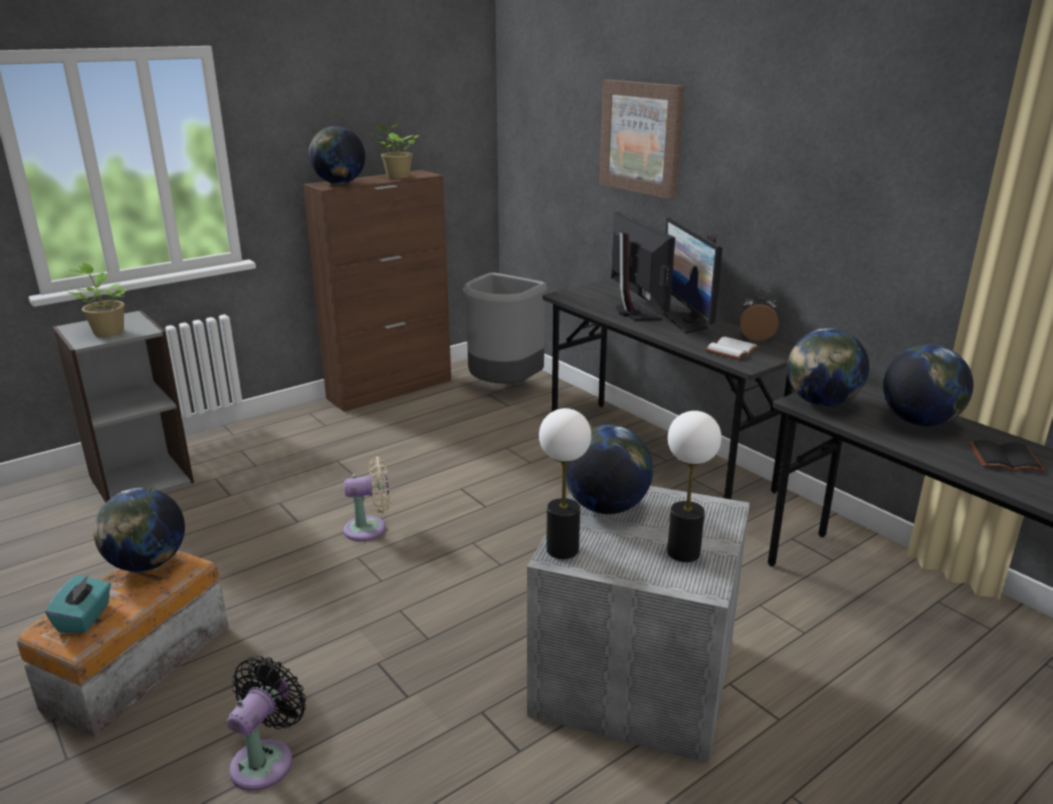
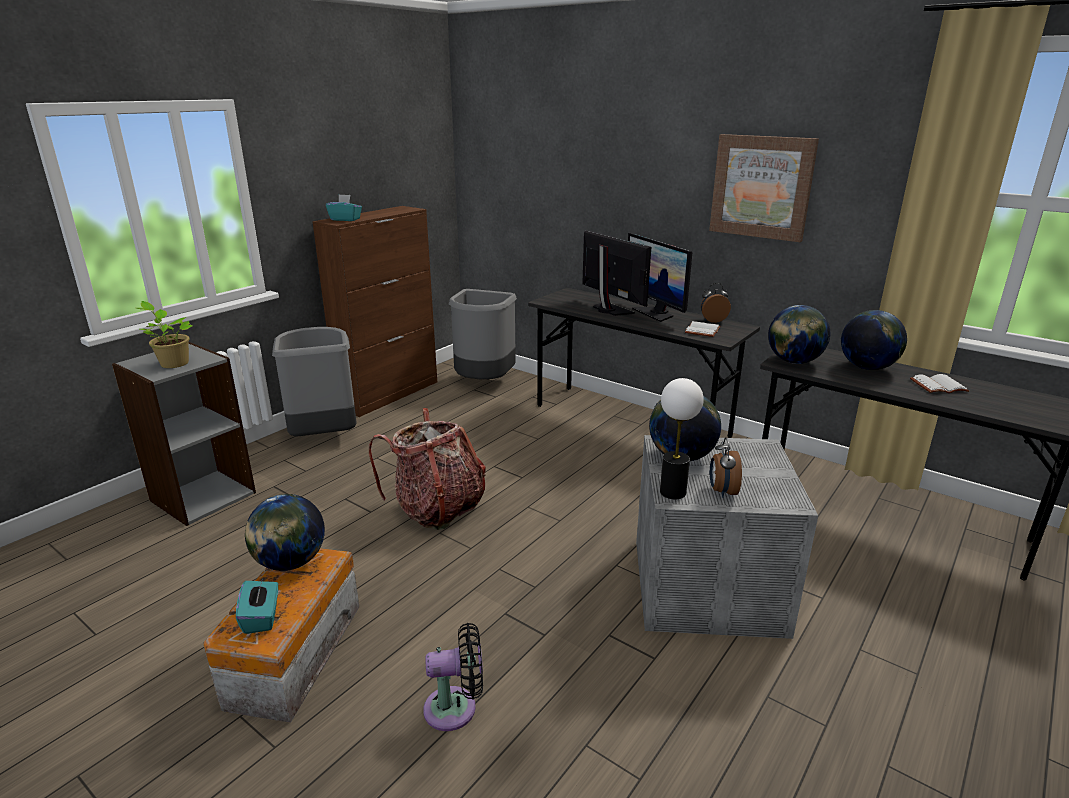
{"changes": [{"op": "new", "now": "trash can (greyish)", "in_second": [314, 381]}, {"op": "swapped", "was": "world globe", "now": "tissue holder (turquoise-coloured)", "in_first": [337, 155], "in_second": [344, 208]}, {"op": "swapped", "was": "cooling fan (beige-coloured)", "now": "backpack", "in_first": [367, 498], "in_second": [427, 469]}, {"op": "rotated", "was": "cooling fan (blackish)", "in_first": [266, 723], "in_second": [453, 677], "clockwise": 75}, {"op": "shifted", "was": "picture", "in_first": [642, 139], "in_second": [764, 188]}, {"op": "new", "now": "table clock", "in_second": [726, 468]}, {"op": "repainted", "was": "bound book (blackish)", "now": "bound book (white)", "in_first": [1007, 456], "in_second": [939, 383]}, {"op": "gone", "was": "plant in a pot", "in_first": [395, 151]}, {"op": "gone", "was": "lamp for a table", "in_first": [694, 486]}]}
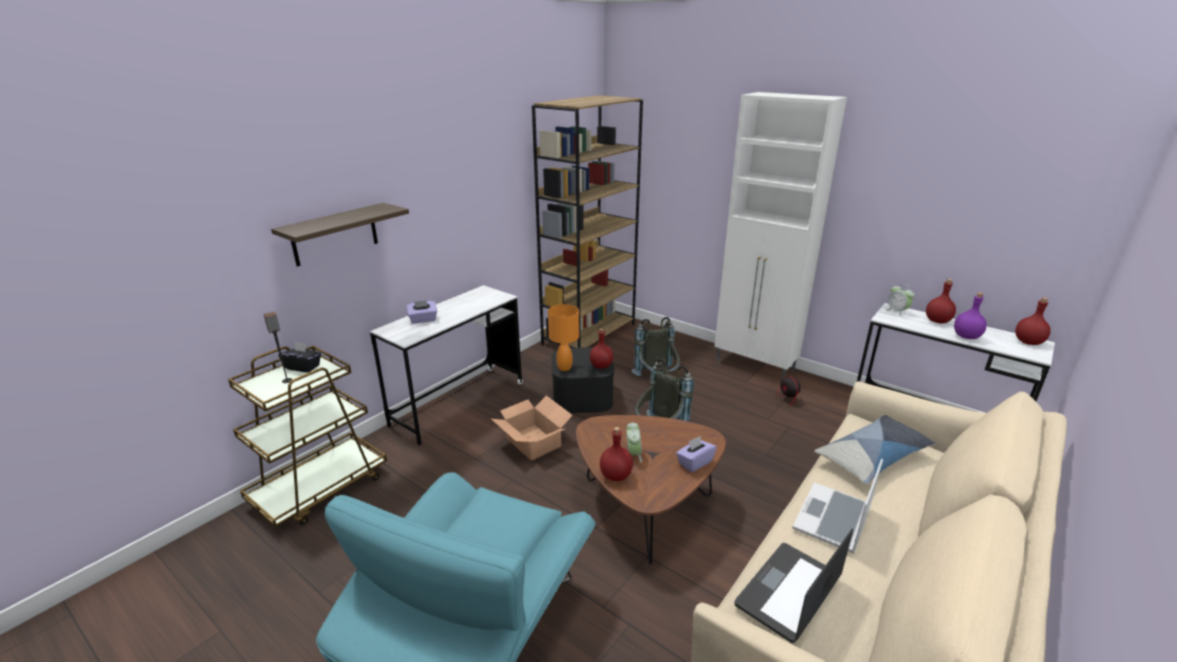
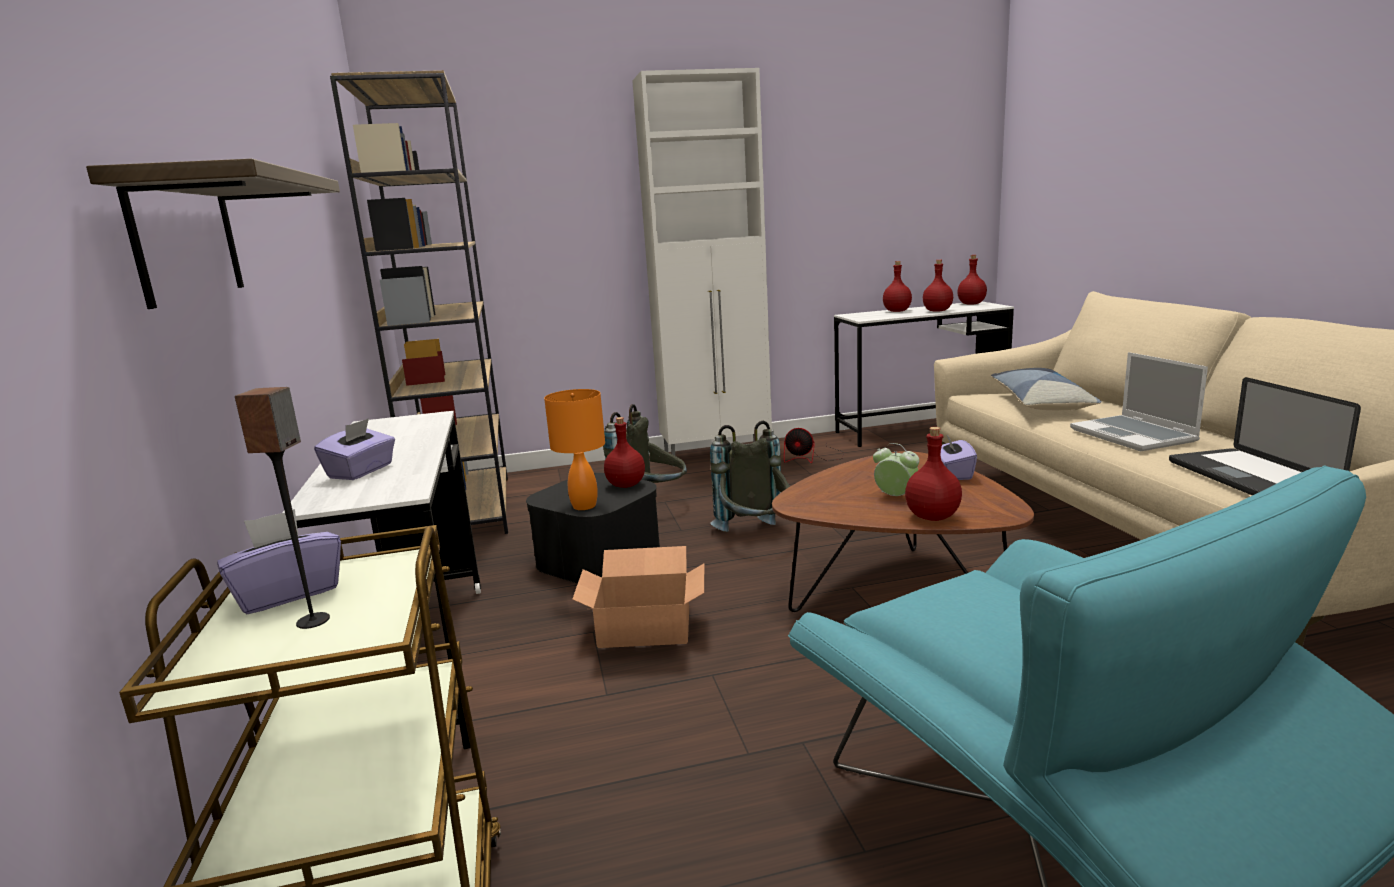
{"changes": [{"op": "repainted", "was": "tissue holder (blackish)", "now": "tissue holder (purplish)", "in_first": [300, 356], "in_second": [279, 562]}, {"op": "repainted", "was": "bottle (purplish)", "now": "bottle (reddish)", "in_first": [970, 316], "in_second": [938, 286]}, {"op": "gone", "was": "table clock", "in_first": [900, 300]}]}
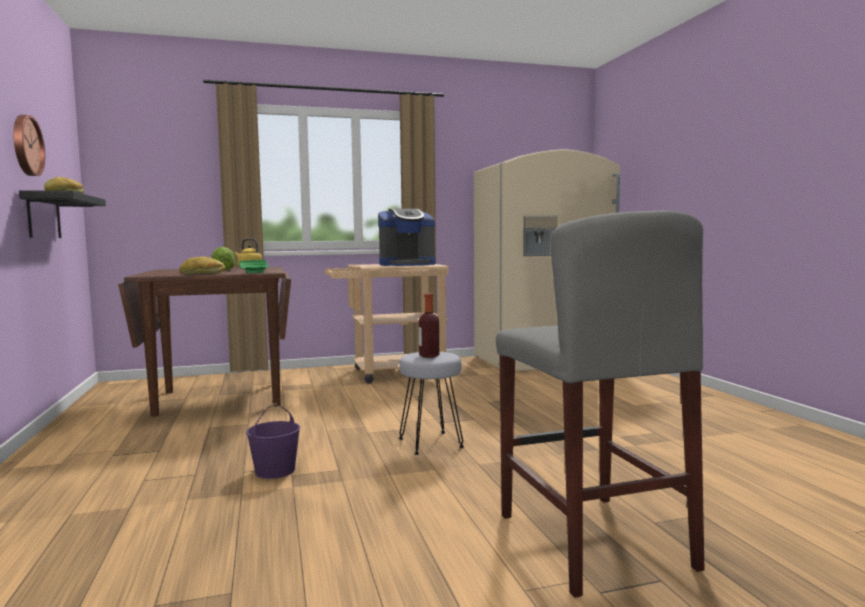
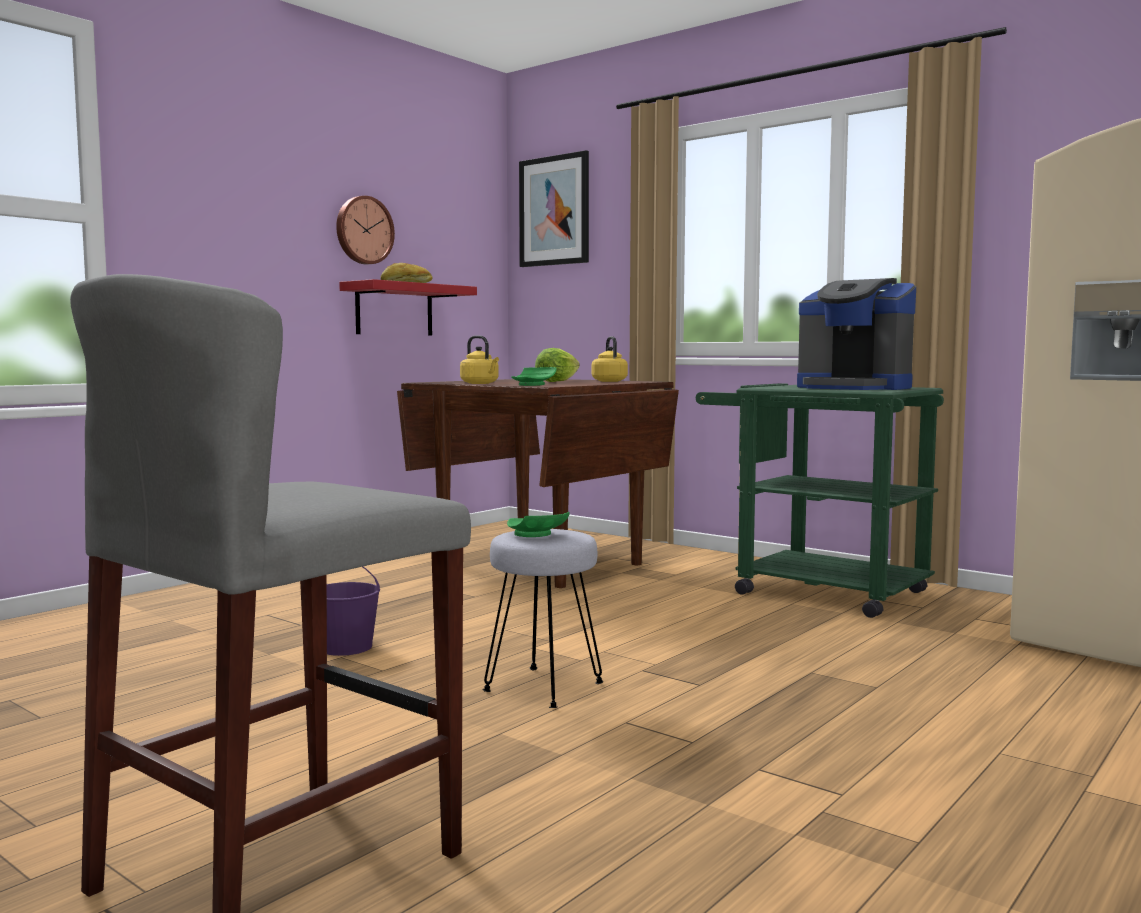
{"changes": [{"op": "repainted", "was": "shelf (blackish)", "now": "shelf (reddish)", "in_first": [62, 214], "in_second": [408, 307]}, {"op": "swapped", "was": "bread", "now": "water kettle (yellow)", "in_first": [202, 265], "in_second": [479, 359]}, {"op": "swapped", "was": "bottle", "now": "dinner plate (green)", "in_first": [429, 325], "in_second": [538, 524]}, {"op": "new", "now": "picture", "in_second": [554, 208]}, {"op": "repainted", "was": "cart (beige-coloured)", "now": "cart (green)", "in_first": [386, 324], "in_second": [820, 500]}]}
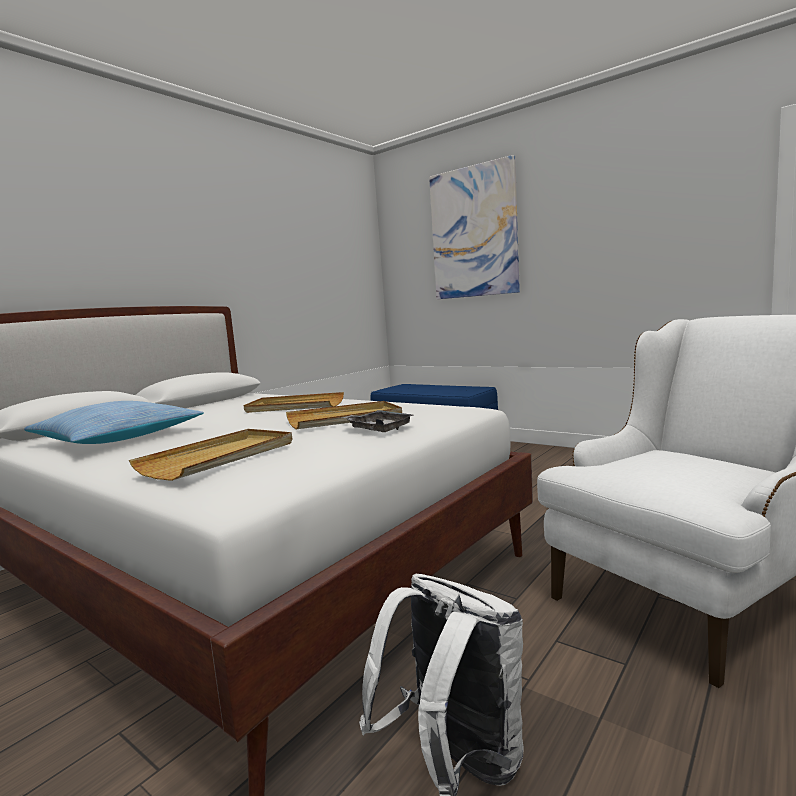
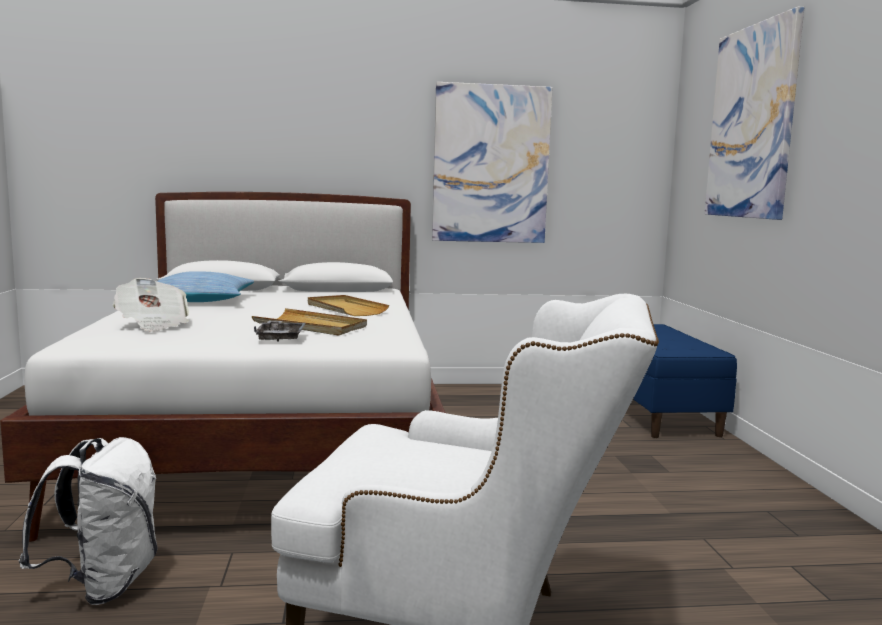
{"changes": [{"op": "swapped", "was": "carrying tray (beige-coloured)", "now": "newspaper", "in_first": [210, 455], "in_second": [151, 305]}, {"op": "new", "now": "picture", "in_second": [492, 162]}]}
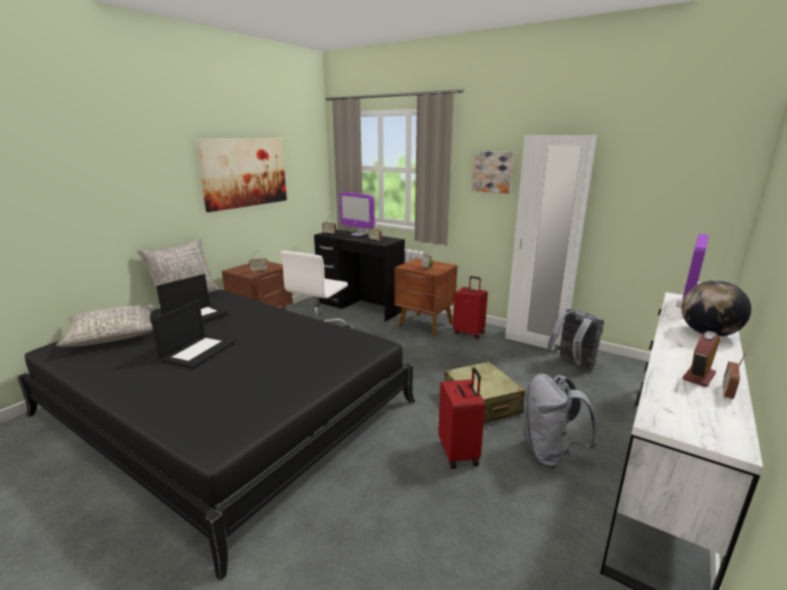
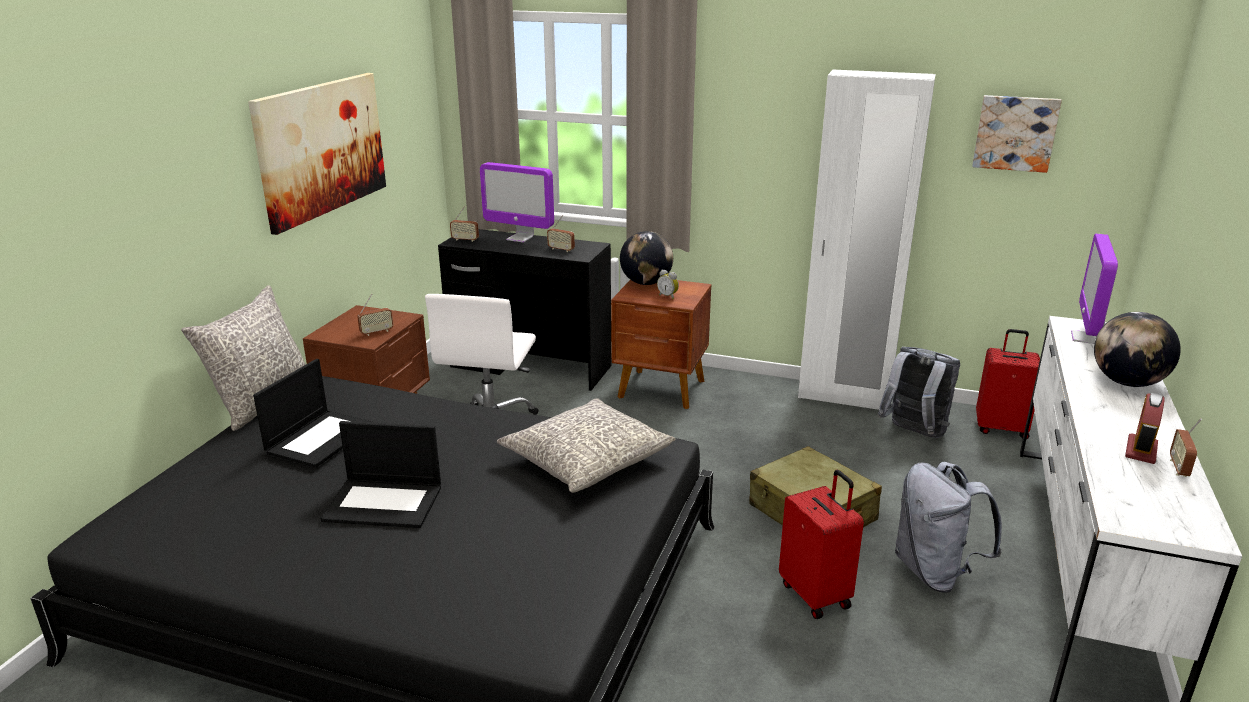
{"changes": [{"op": "rotated", "was": "notebook computer", "in_first": [193, 334], "in_second": [380, 474], "clockwise": 90}, {"op": "shifted", "was": "pillow (greyish)", "in_first": [105, 326], "in_second": [586, 445]}, {"op": "new", "now": "world globe", "in_second": [646, 258]}, {"op": "shifted", "was": "picture", "in_first": [492, 172], "in_second": [1017, 134]}, {"op": "shifted", "was": "piece of luggage (reddish)", "in_first": [470, 307], "in_second": [1008, 384]}]}
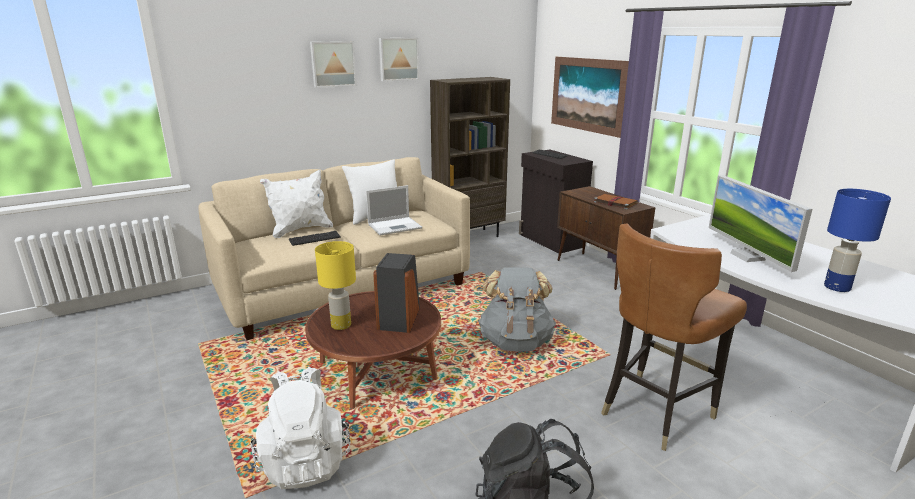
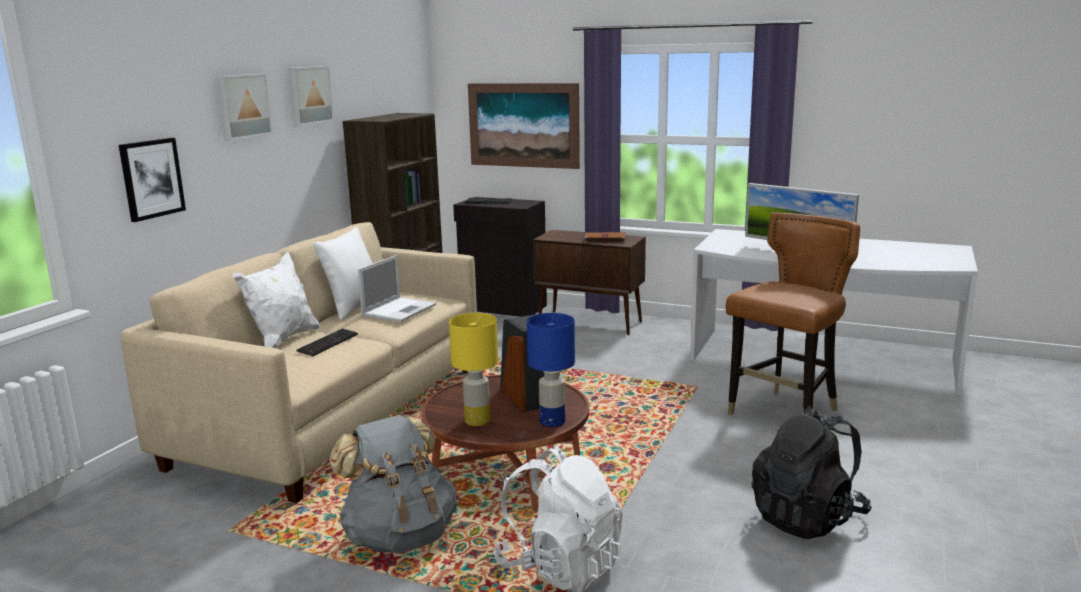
{"changes": [{"op": "new", "now": "picture", "in_second": [152, 180]}, {"op": "shifted", "was": "backpack (greyish)", "in_first": [517, 309], "in_second": [393, 484]}, {"op": "shifted", "was": "lamp for a table (blue)", "in_first": [857, 240], "in_second": [551, 370]}, {"op": "rotated", "was": "upright chair (brown-coloured)", "in_first": [674, 337], "in_second": [793, 314], "clockwise": -150}]}
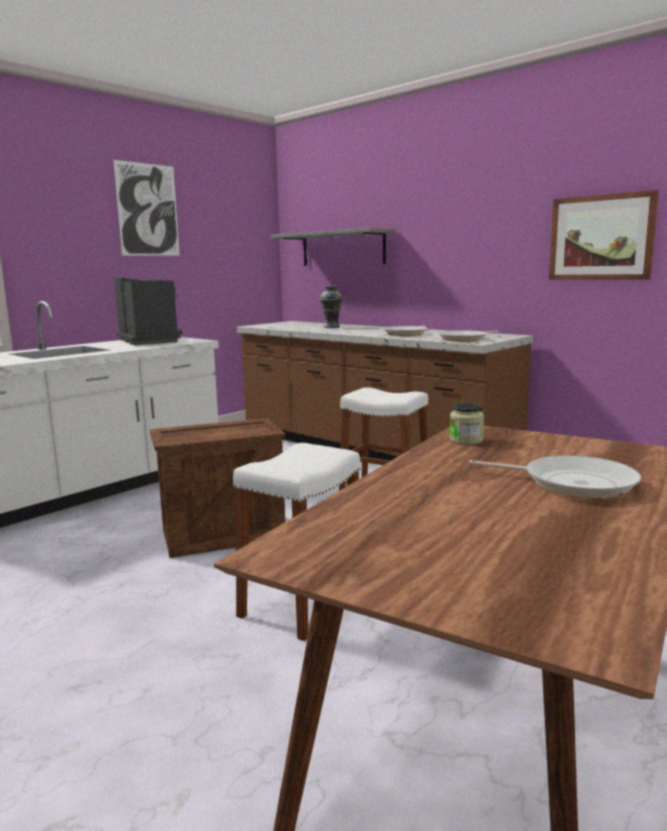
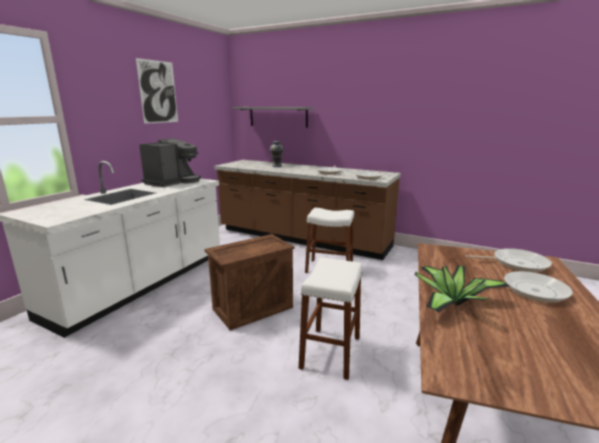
{"changes": [{"op": "rotated", "was": "coffee brewer", "in_first": [148, 311], "in_second": [170, 162], "clockwise": 75}, {"op": "new", "now": "plant in a pot", "in_second": [462, 289]}, {"op": "new", "now": "pan", "in_second": [508, 260]}, {"op": "gone", "was": "preserve jar", "in_first": [467, 423]}, {"op": "gone", "was": "picture", "in_first": [604, 235]}]}
